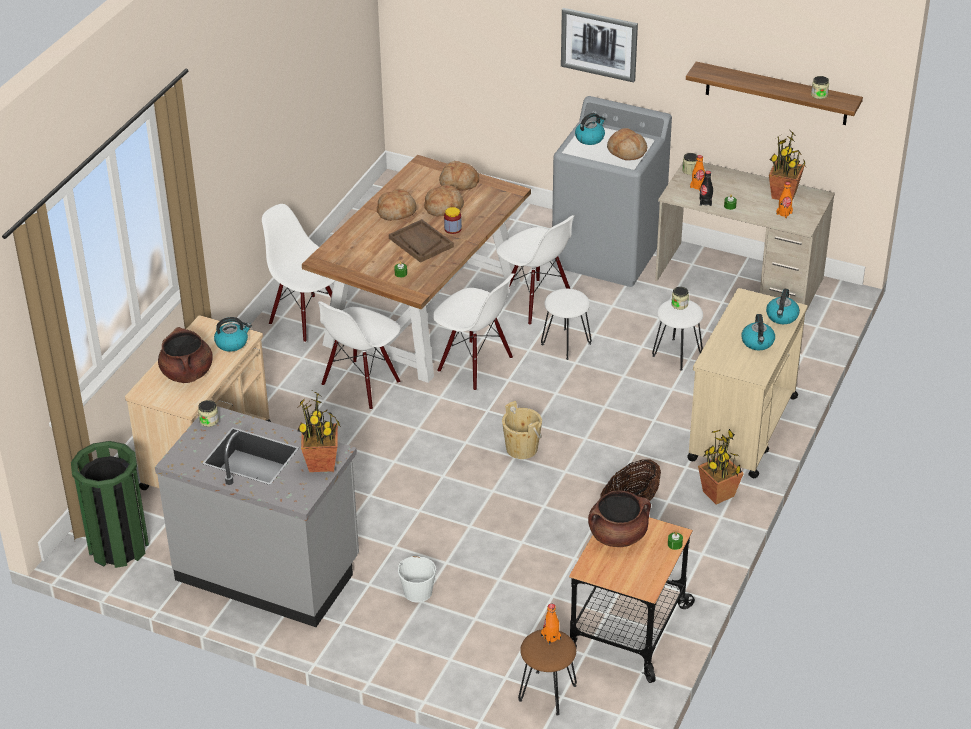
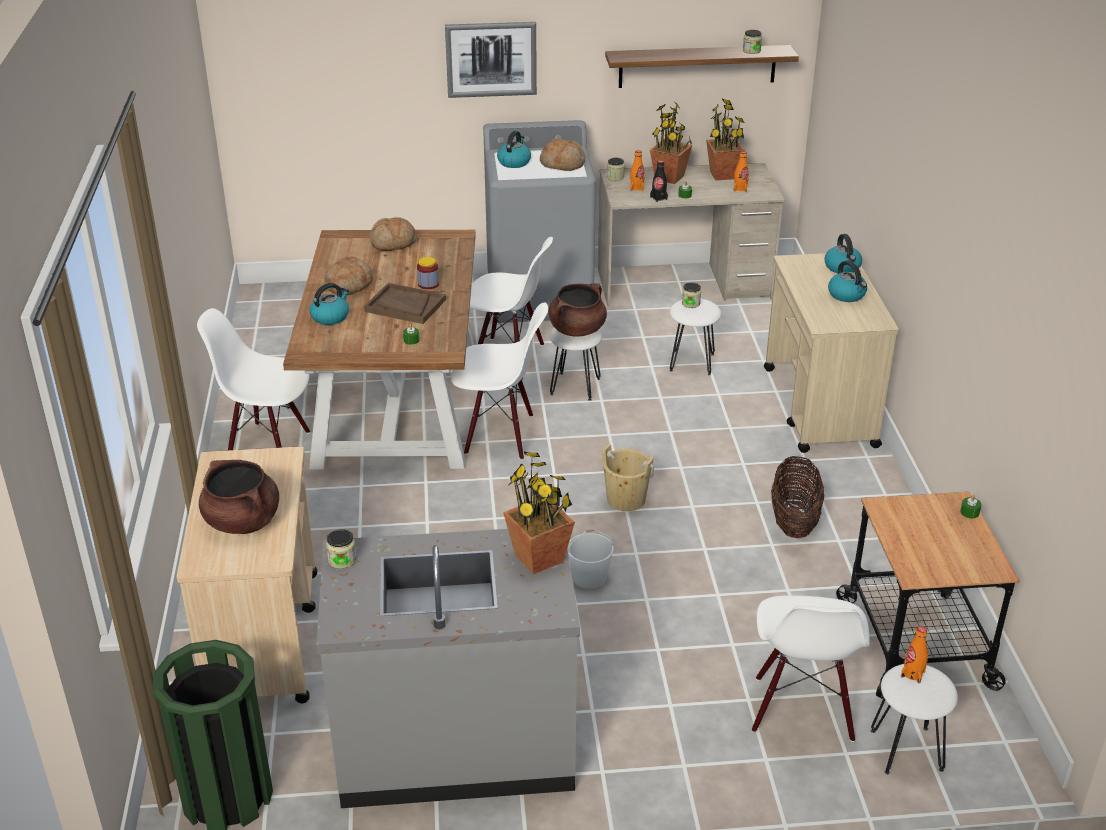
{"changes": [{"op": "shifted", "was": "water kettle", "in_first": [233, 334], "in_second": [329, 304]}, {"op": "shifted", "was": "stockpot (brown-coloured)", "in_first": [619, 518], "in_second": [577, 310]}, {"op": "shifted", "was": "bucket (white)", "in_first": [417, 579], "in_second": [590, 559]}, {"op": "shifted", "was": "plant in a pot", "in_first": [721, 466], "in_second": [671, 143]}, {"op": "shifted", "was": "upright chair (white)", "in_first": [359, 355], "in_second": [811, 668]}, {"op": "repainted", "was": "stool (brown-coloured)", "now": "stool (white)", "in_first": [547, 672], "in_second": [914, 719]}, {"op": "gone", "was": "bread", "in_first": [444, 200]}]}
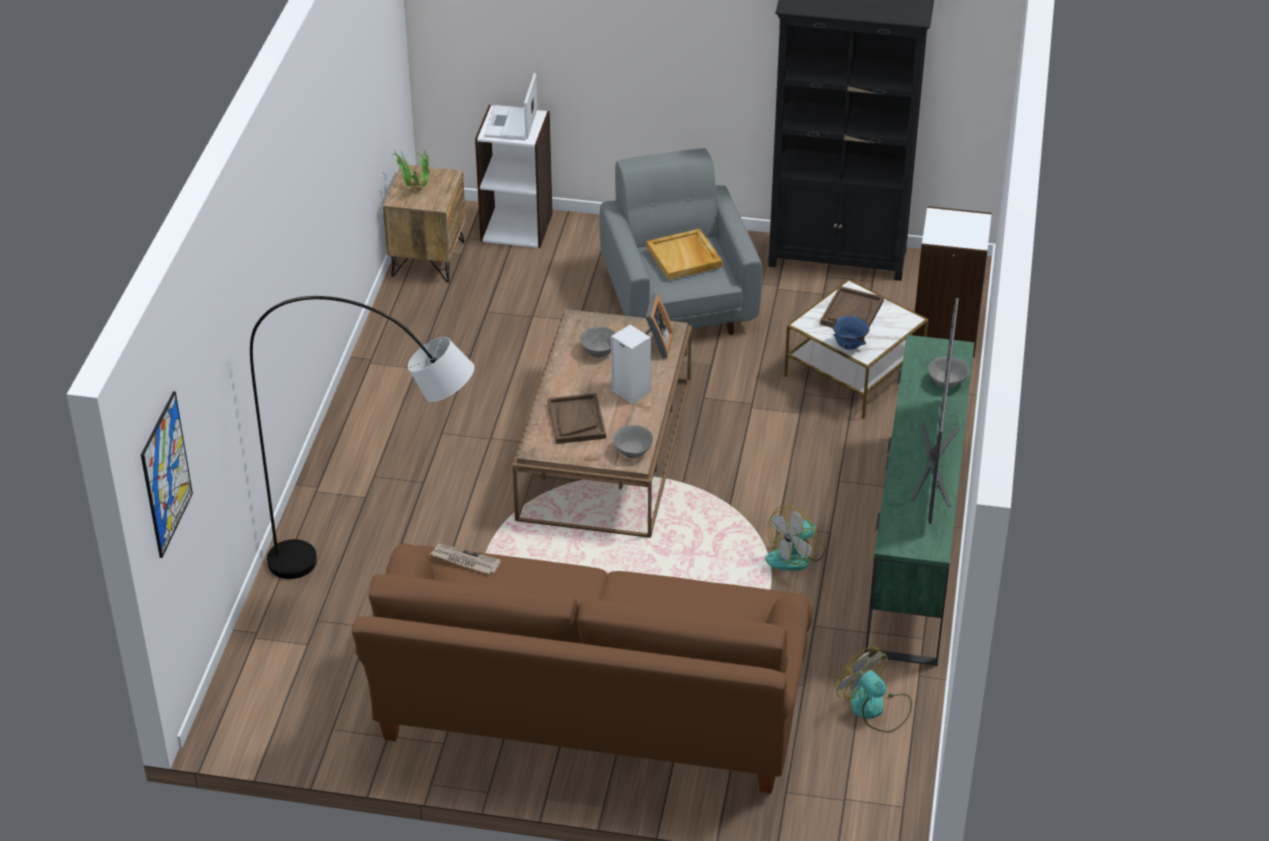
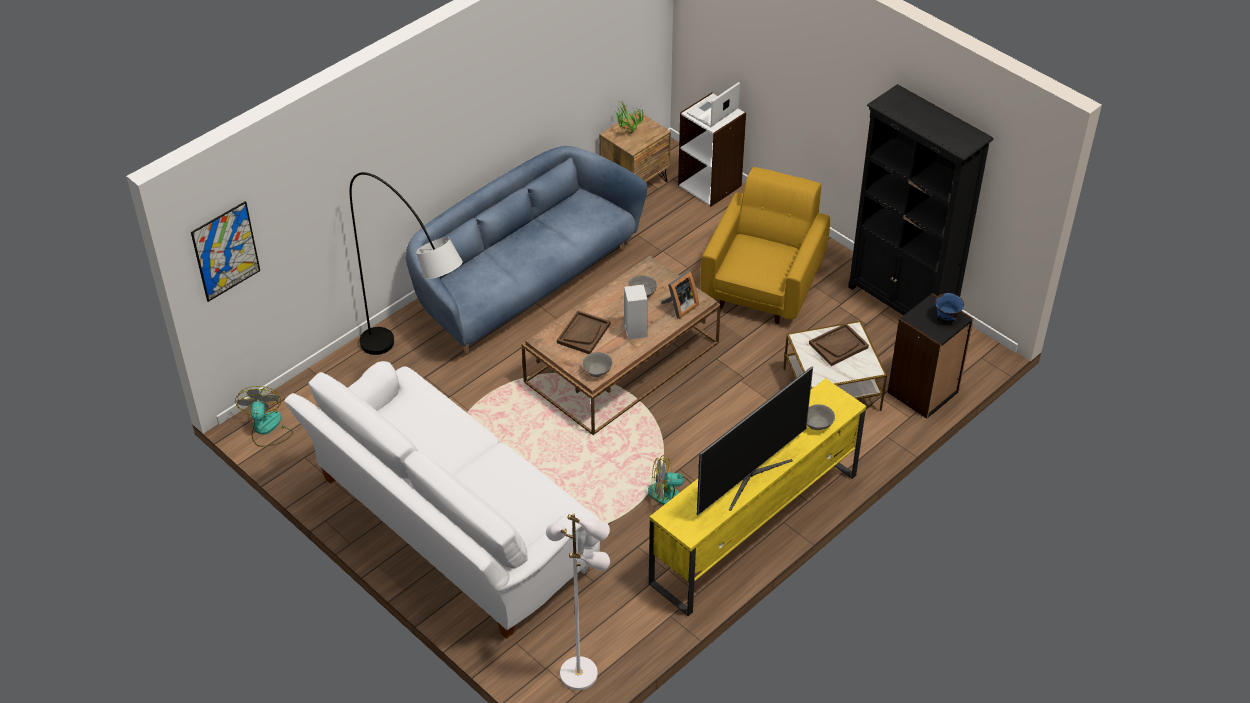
{"changes": [{"op": "shifted", "was": "cooling fan", "in_first": [873, 689], "in_second": [264, 416]}, {"op": "repainted", "was": "couch (brown-coloured)", "now": "couch (white)", "in_first": [582, 668], "in_second": [442, 500]}, {"op": "new", "now": "couch (blue)", "in_second": [526, 249]}, {"op": "new", "now": "standard lamp (white)", "in_second": [578, 601]}, {"op": "repainted", "was": "media console (green)", "now": "media console (yellow)", "in_first": [920, 500], "in_second": [758, 497]}, {"op": "repainted", "was": "lounge chair (greyish)", "now": "lounge chair (yellow)", "in_first": [680, 241], "in_second": [765, 245]}, {"op": "repainted", "was": "bookshelf (white)", "now": "bookshelf (blackish)", "in_first": [952, 281], "in_second": [930, 356]}, {"op": "shifted", "was": "bowl (blue)", "in_first": [850, 333], "in_second": [949, 307]}, {"op": "gone", "was": "newspaper", "in_first": [465, 559]}, {"op": "gone", "was": "carrying tray (beige-coloured)", "in_first": [684, 254]}]}
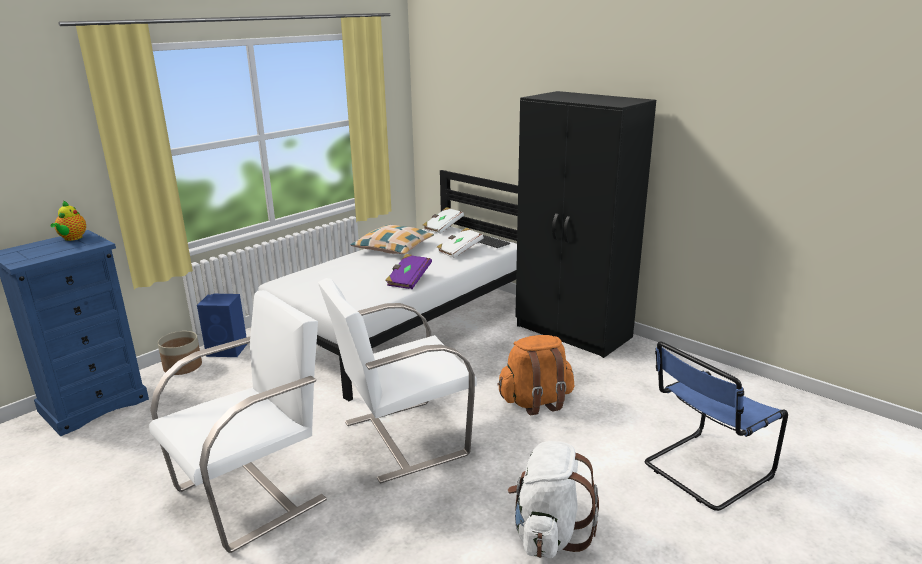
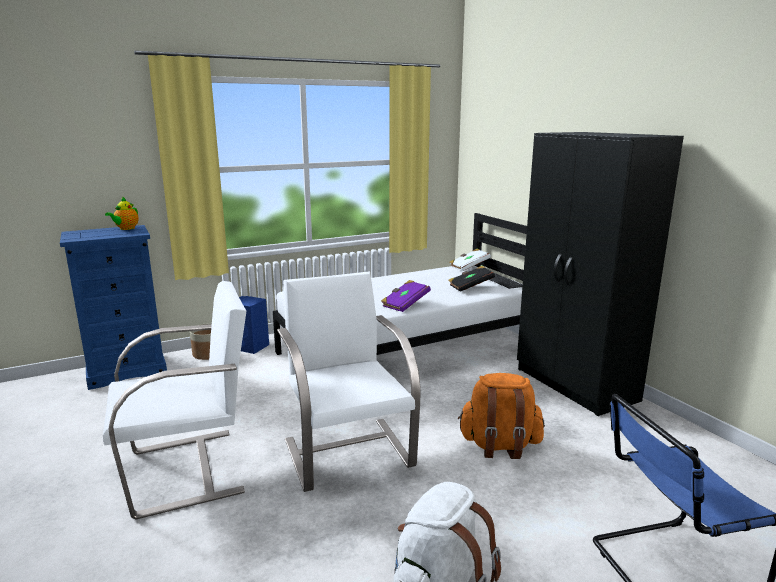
{"changes": [{"op": "rotated", "was": "lounge chair (white)", "in_first": [397, 380], "in_second": [349, 382], "clockwise": 75}, {"op": "repainted", "was": "bound book (white)", "now": "bound book (blackish)", "in_first": [460, 243], "in_second": [471, 279]}, {"op": "gone", "was": "pillow", "in_first": [392, 239]}]}
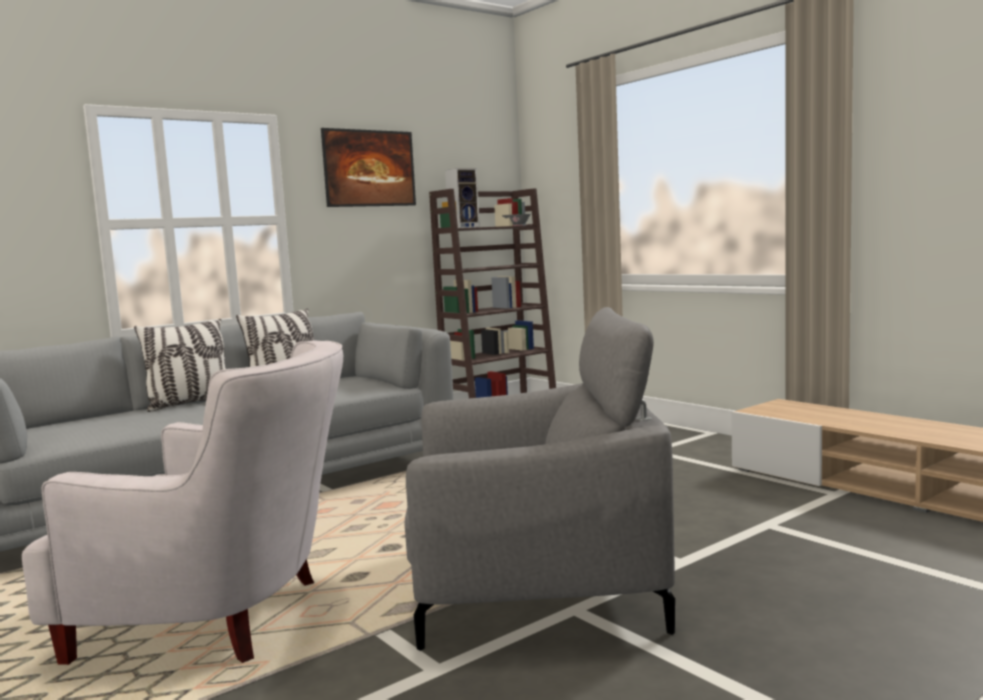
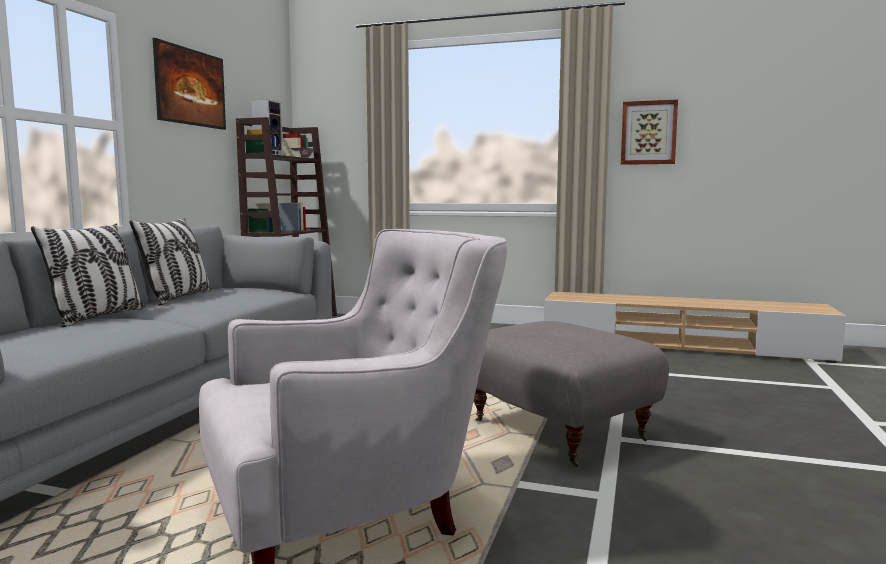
{"changes": [{"op": "swapped", "was": "lounge chair (greyish)", "now": "pouffe (greyish)", "in_first": [539, 479], "in_second": [571, 394]}, {"op": "new", "now": "picture", "in_second": [649, 132]}]}
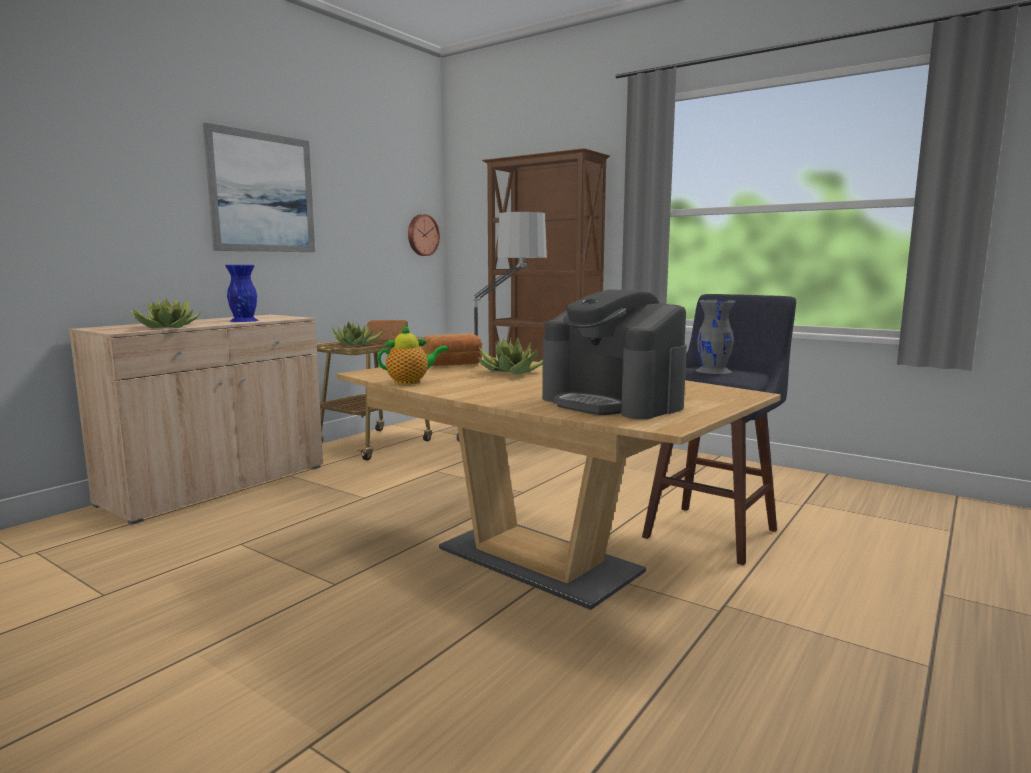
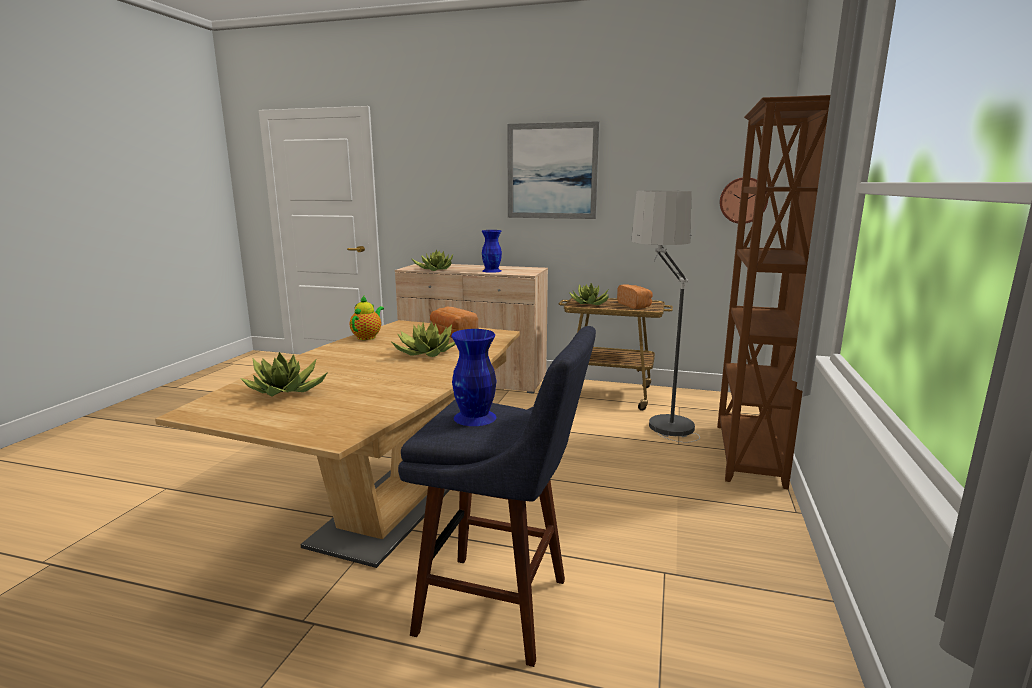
{"changes": [{"op": "swapped", "was": "coffee brewer", "now": "plant in a pot", "in_first": [614, 354], "in_second": [284, 374]}, {"op": "rotated", "was": "teapot", "in_first": [413, 354], "in_second": [367, 318], "clockwise": -120}, {"op": "repainted", "was": "decorative vase (greyish)", "now": "decorative vase (blue)", "in_first": [715, 337], "in_second": [474, 377]}]}
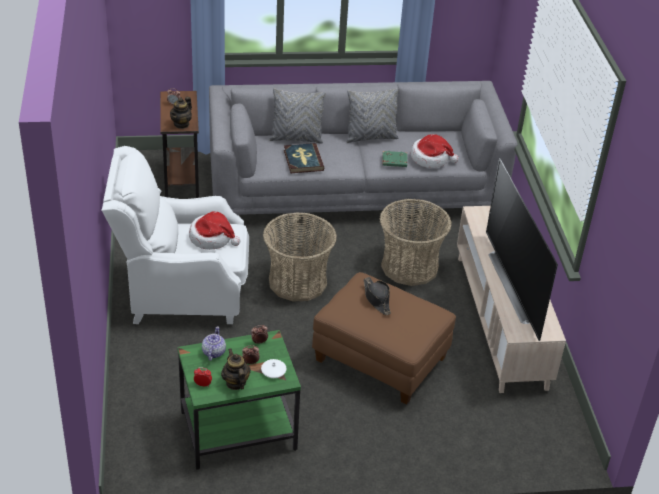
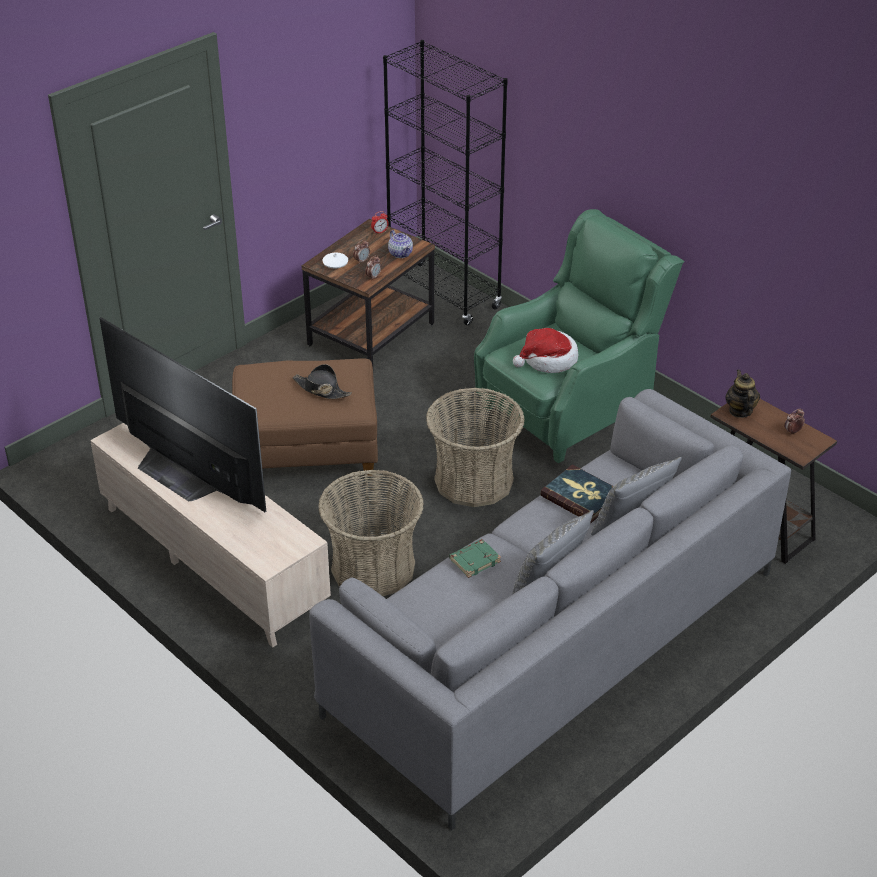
{"changes": [{"op": "repainted", "was": "end table (green)", "now": "end table (brown-coloured)", "in_first": [239, 400], "in_second": [368, 292]}, {"op": "new", "now": "bookshelf (blackish)", "in_second": [445, 182]}, {"op": "repainted", "was": "lounge chair (white)", "now": "lounge chair (green)", "in_first": [175, 235], "in_second": [579, 336]}, {"op": "gone", "was": "teapot", "in_first": [236, 369]}, {"op": "gone", "was": "clothing hat", "in_first": [435, 151]}]}
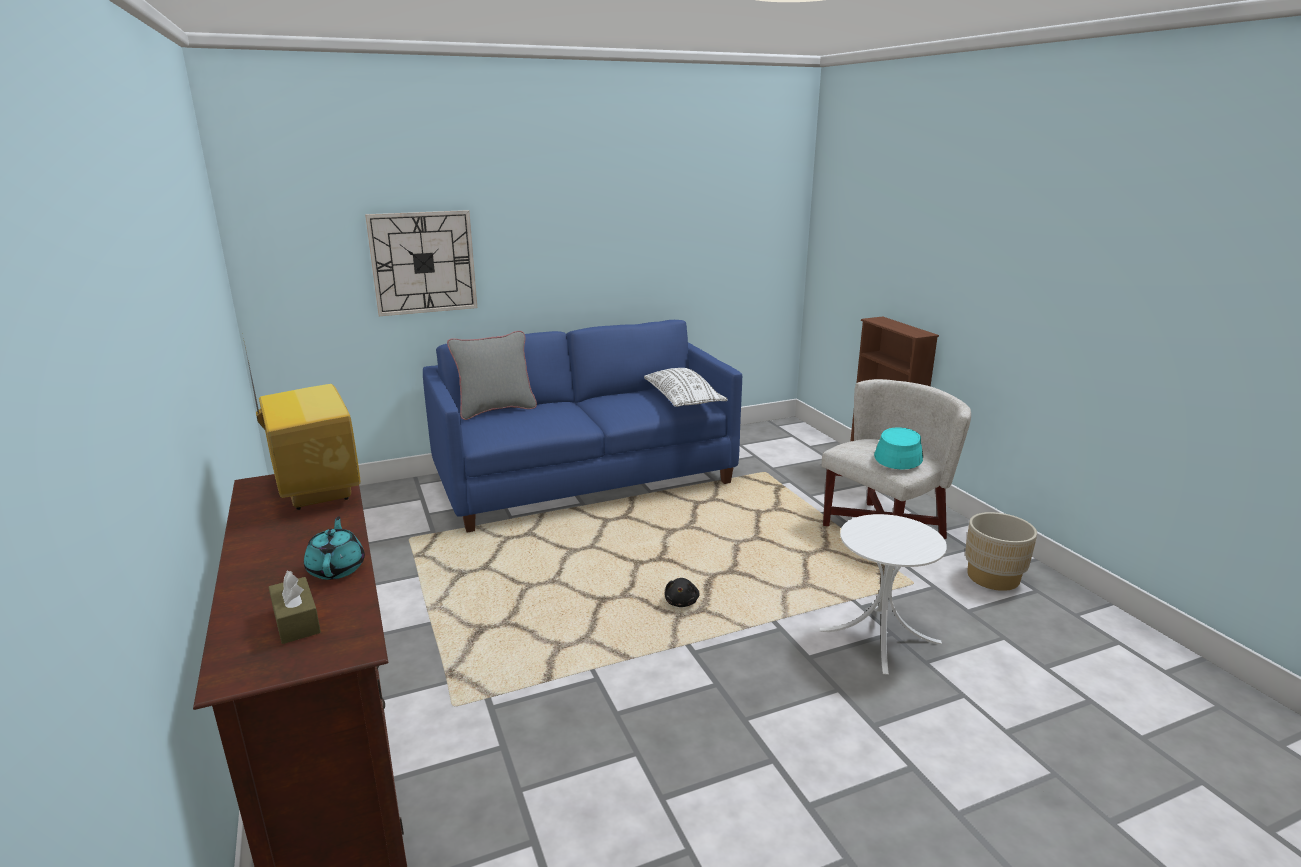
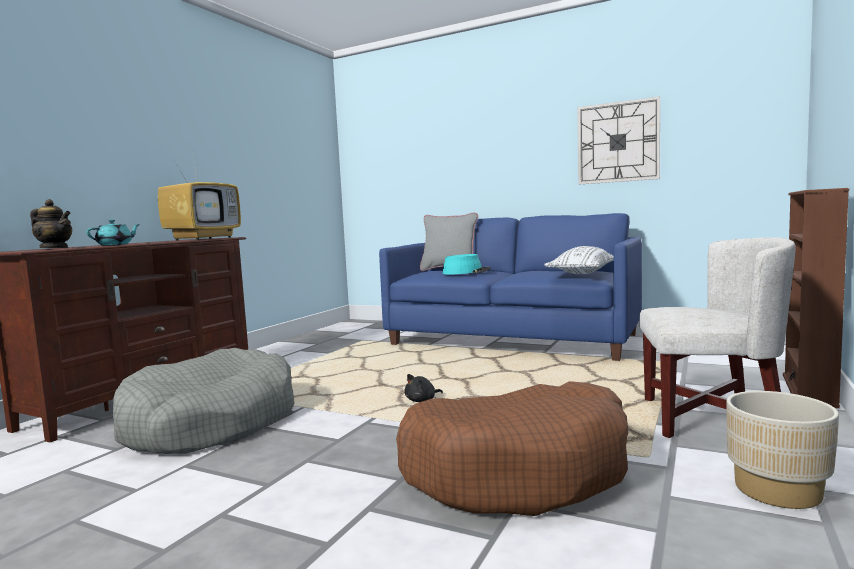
{"changes": [{"op": "swapped", "was": "tissue holder (brown-coloured)", "now": "teapot", "in_first": [295, 607], "in_second": [51, 223]}, {"op": "new", "now": "dog bed (greyish)", "in_second": [204, 401]}, {"op": "swapped", "was": "end table (white)", "now": "dog bed (brown-coloured)", "in_first": [883, 594], "in_second": [512, 448]}, {"op": "shifted", "was": "clothing hat (turquoise-coloured)", "in_first": [898, 448], "in_second": [467, 264]}, {"op": "shifted", "was": "wall clock", "in_first": [421, 263], "in_second": [618, 140]}]}
